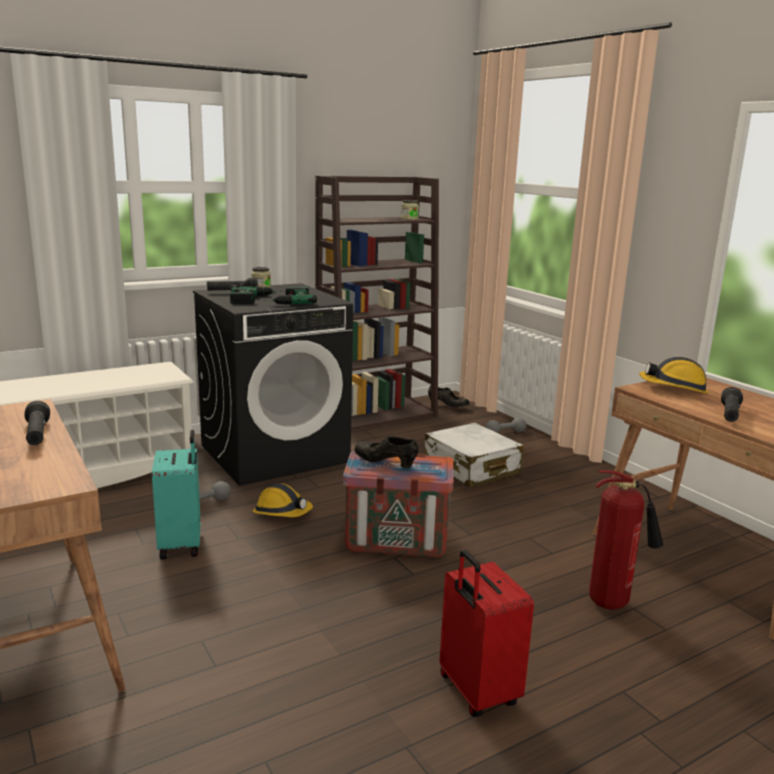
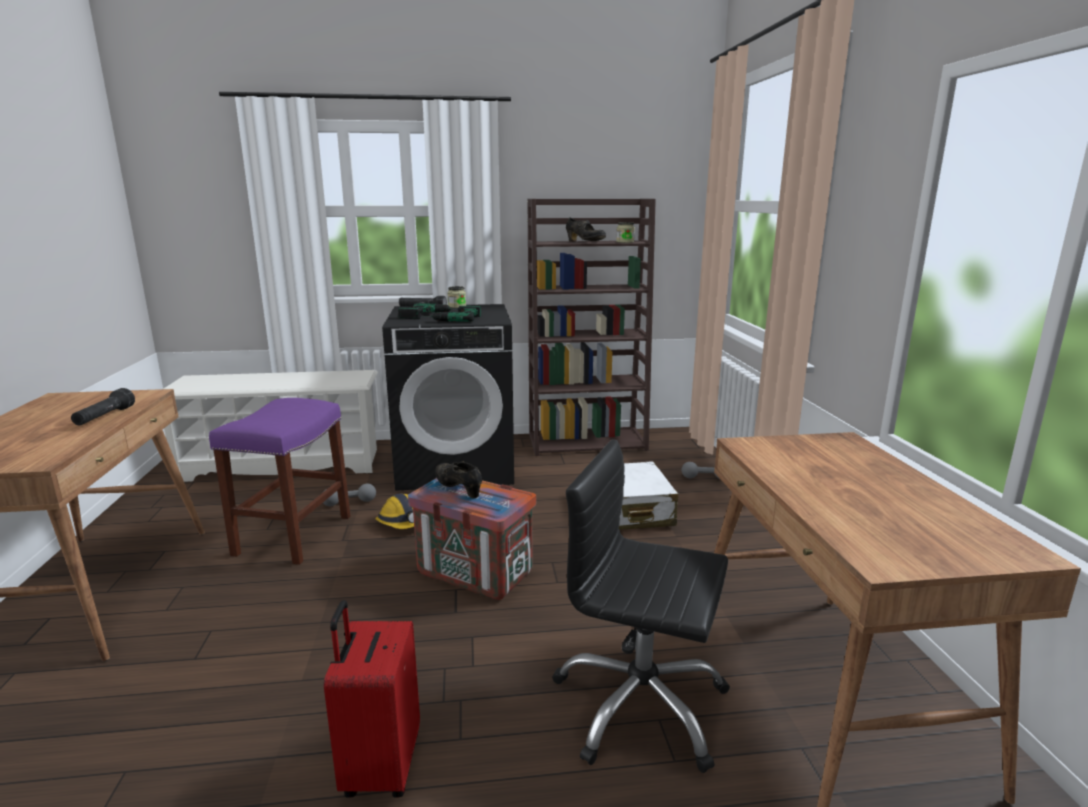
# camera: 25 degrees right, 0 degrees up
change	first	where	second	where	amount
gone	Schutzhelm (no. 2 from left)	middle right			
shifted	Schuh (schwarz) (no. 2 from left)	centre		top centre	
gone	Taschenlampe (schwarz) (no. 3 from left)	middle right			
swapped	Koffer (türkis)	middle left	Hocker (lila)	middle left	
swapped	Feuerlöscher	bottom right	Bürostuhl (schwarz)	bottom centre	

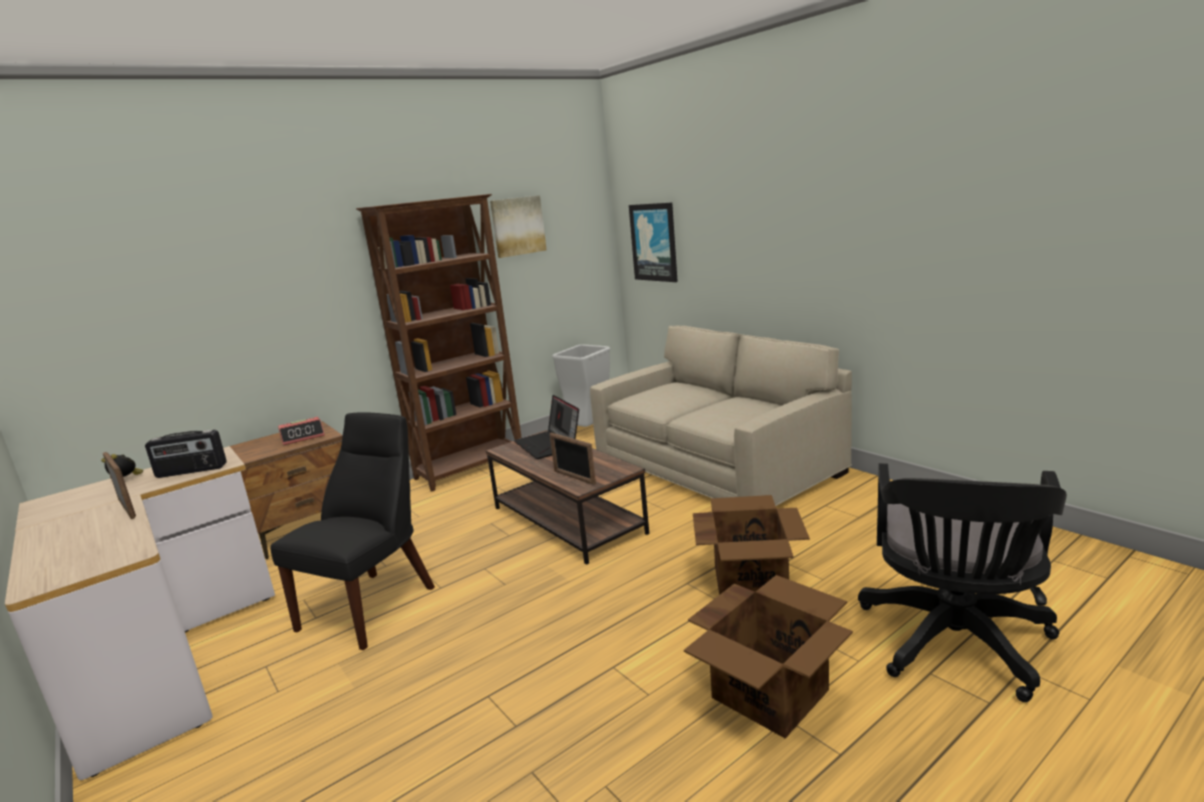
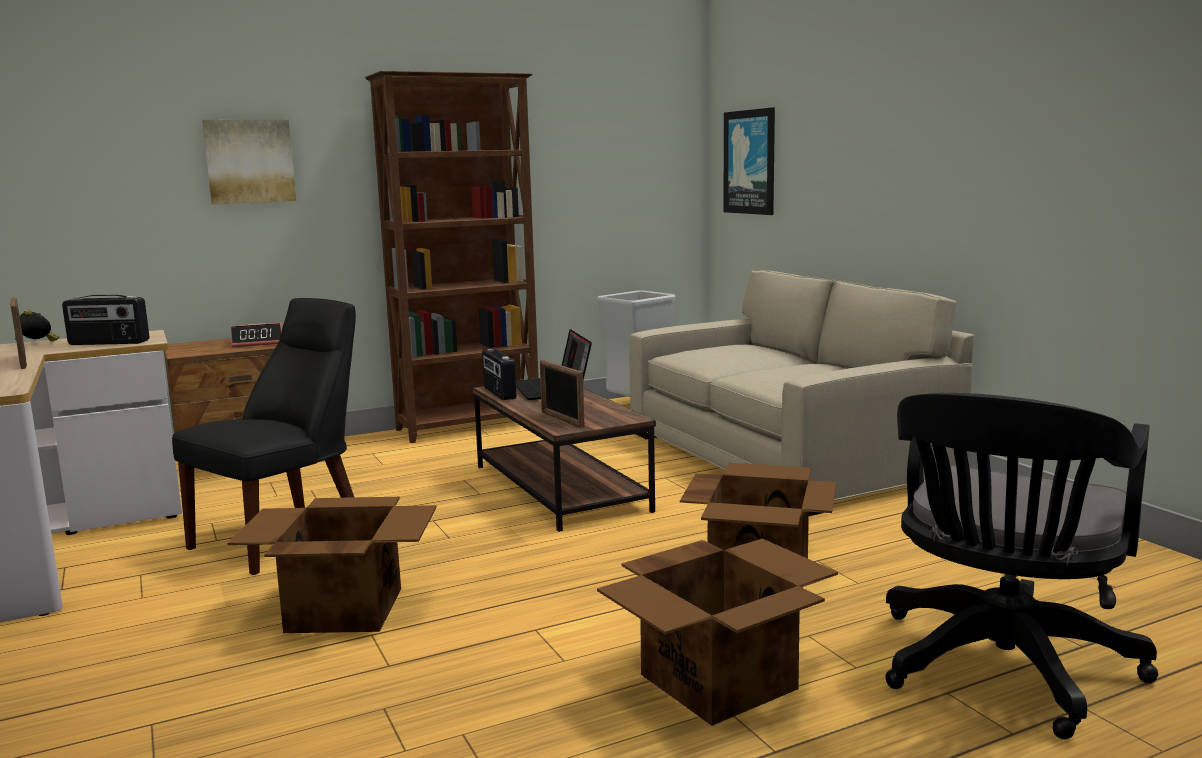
# camera: 10 degrees right, 5 degrees down
change	first	where	second	where	amount
shifted	Bild (no. 1 from left)	top centre		top left	
new			Radio (no. 2 from left)	centre	
new			Karton (no. 1 from left)	bottom left	

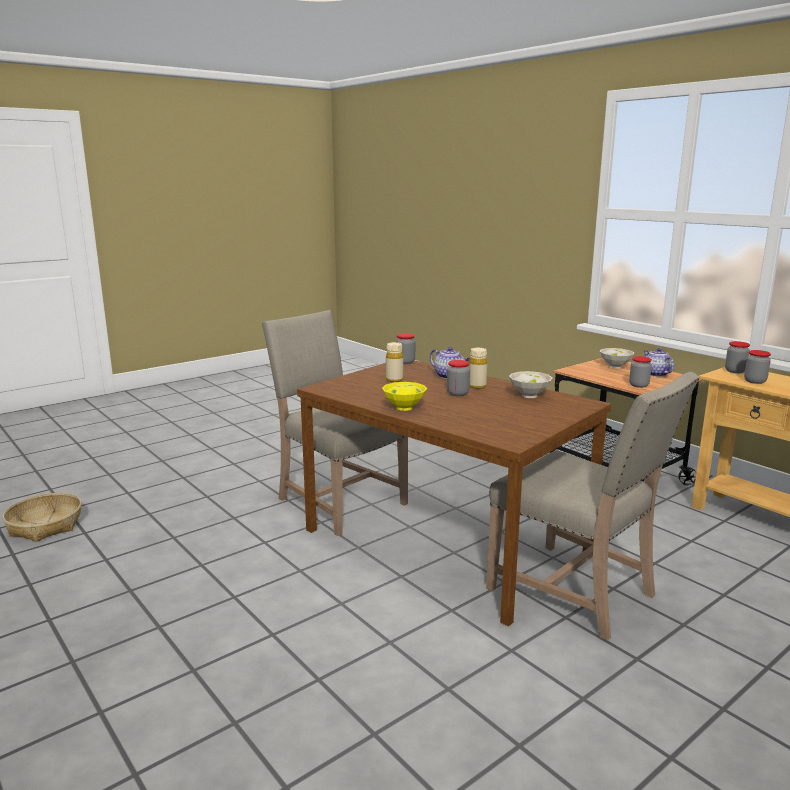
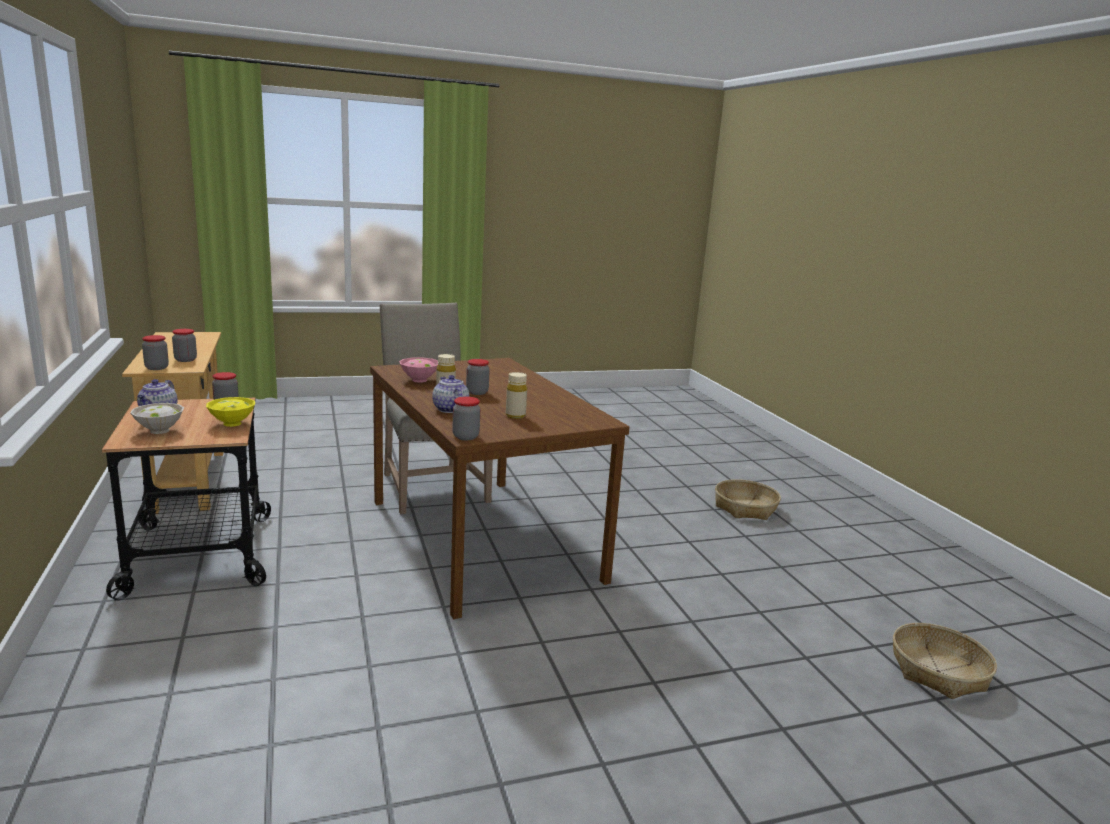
# camera: 160 degrees left, 0 degrees up
change	first	where	second	where	amount
gone	Stuhl (beige) (no. 1 from left)	centre			
repainted	Schüssel (weiß) (no. 1 from left)	middle right	Schüssel (rosa)	centre	
shifted	Schüssel (gelb)	centre		middle left	
new			Korb (no. 1 from left)	middle right	

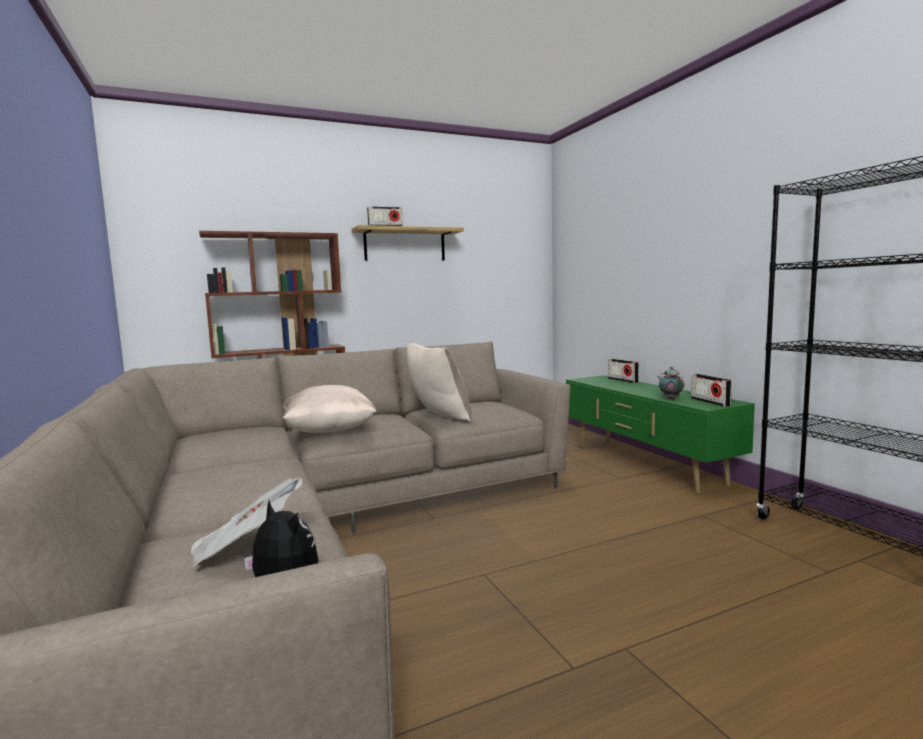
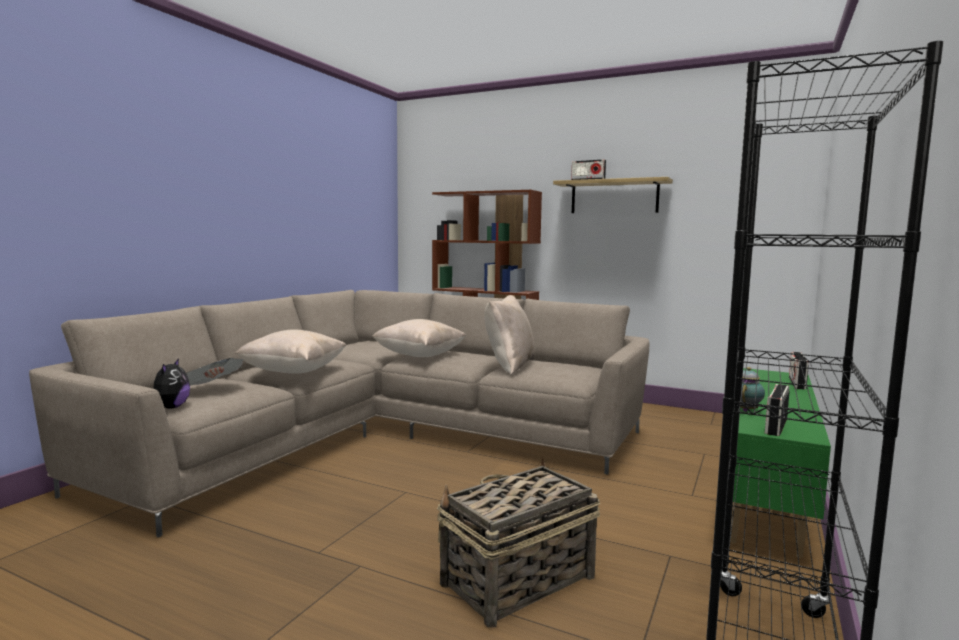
# camera: 50 degrees right, 0 degrees up
change	first	where	second	where	amount
new			Kissen (beige) (no. 1 from left)	middle left	
new			Korb	bottom centre	

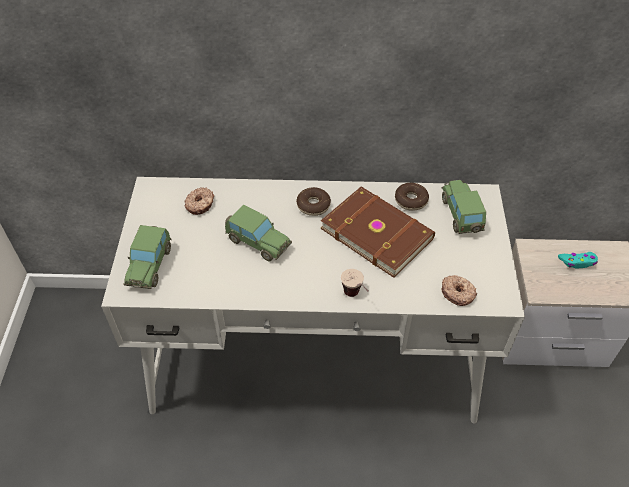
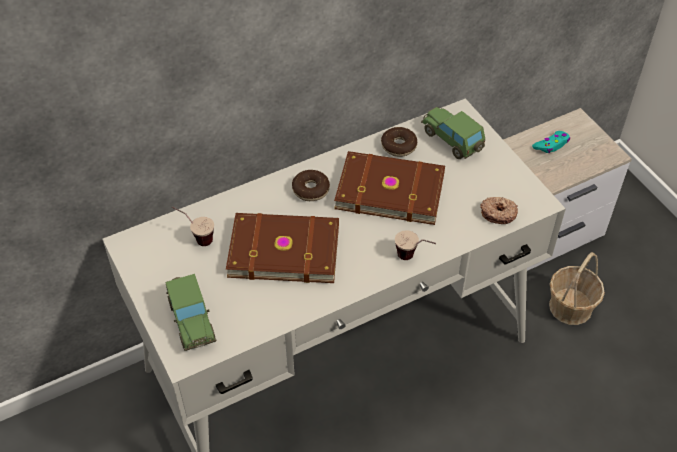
# camera: 30 degrees left, 0 degrees up
change	first	where	second	where	amount
swapped	Donut (no. 1 from left)	middle left	Tasse (no. 1 from left)	middle left	
swapped	Spielzeugauto (no. 2 from left)	centre	Buch (braun) (no. 1 from left)	centre	
new			Korb	middle right	

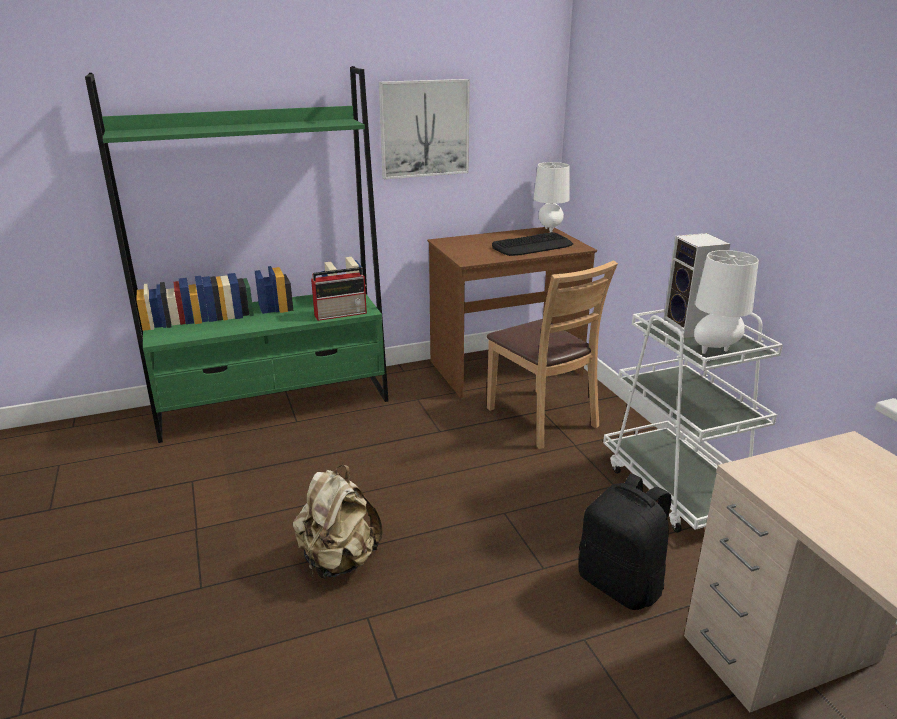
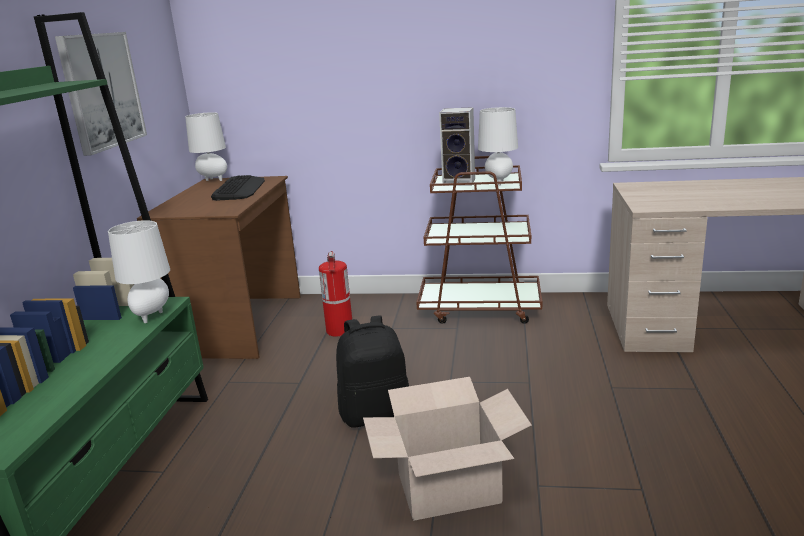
# camera: 60 degrees left, 5 degrees down
change	first	where	second	where	amount
swapped	Stuhl (braun)	centre	Feuerlöscher	centre	
swapped	Radio	centre	Tischlampe (weiß) (no. 1 from left)	middle left	
repainted	Rollwagen (weiß)	middle right	Rollwagen (braun)	centre	
swapped	Rucksack (beige)	bottom centre	Karton	bottom centre	
shifted	Rucksack (schwarz)	bottom right		bottom centre	

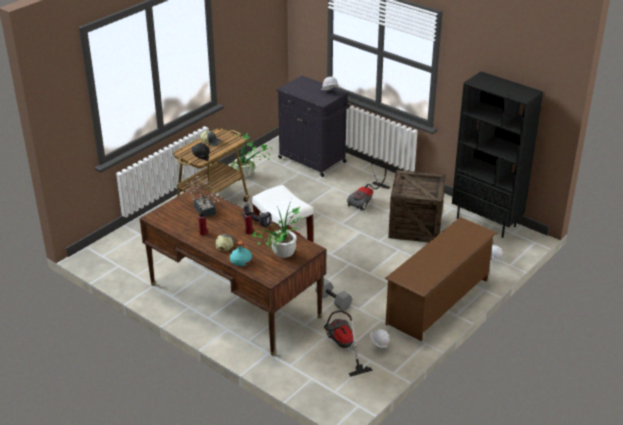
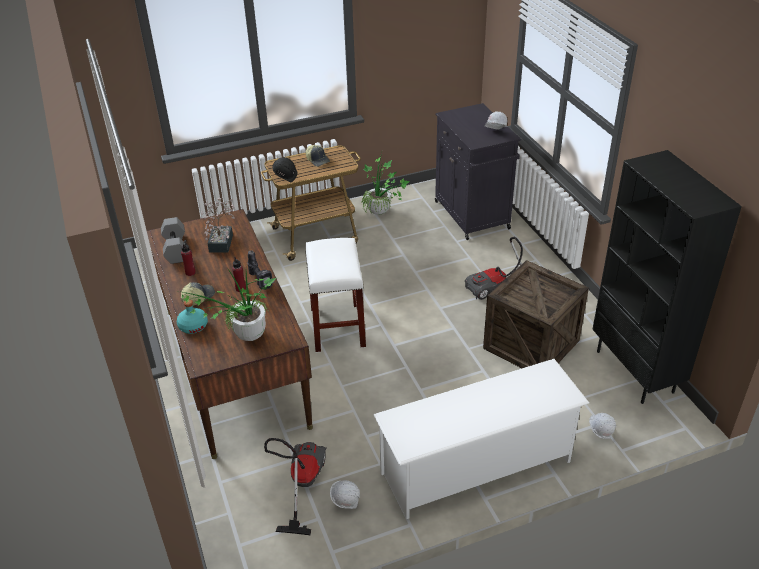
# camera: 30 degrees right, 5 degrees up
change	first	where	second	where	amount
repainted	Schuhregal (braun)	middle right	Schuhregal (weiß)	bottom centre	
shifted	Hantel (grau)	bottom centre		middle left	

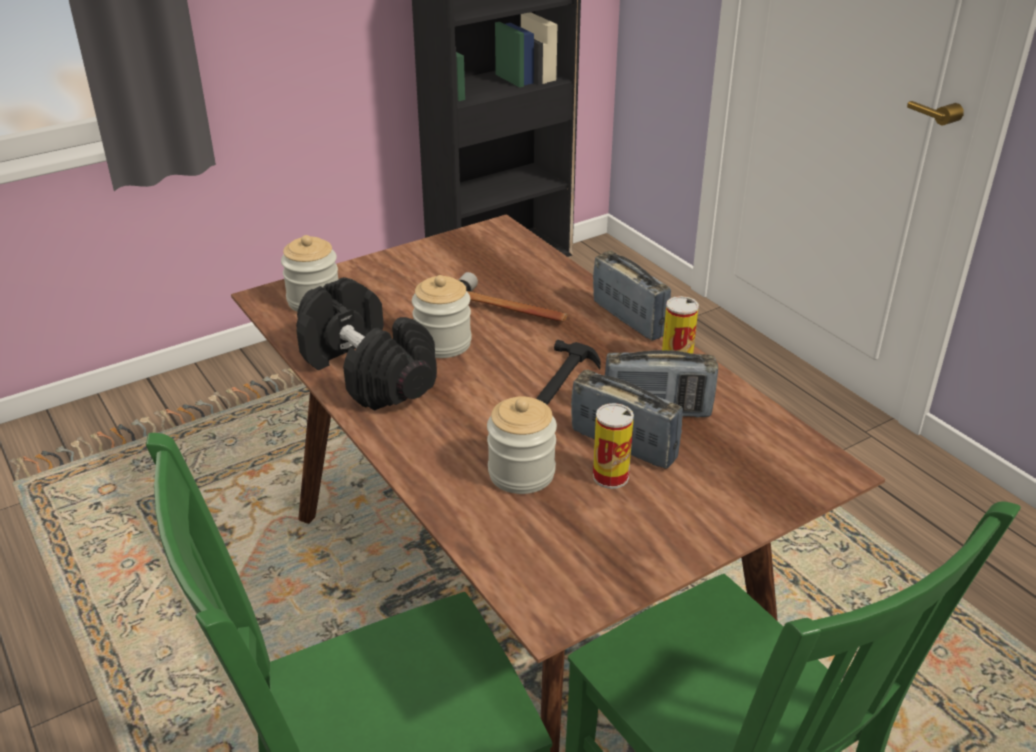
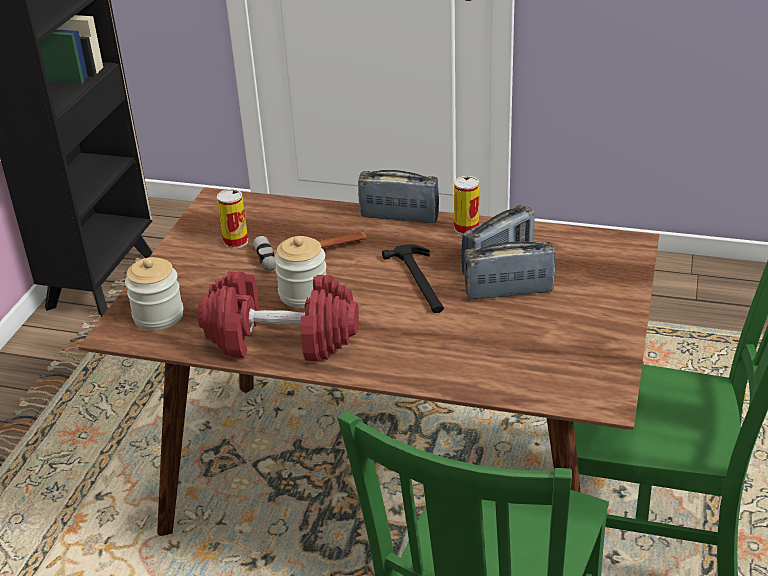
# camera: 40 degrees left, 0 degrees up
change	first	where	second	where	amount
repainted	Hantel (schwarz)	centre	Hantel (rot)	centre	
gone	Vorratsglas (no. 3 from left)	centre			
shifted	Dose (no. 1 from left)	centre		middle left	

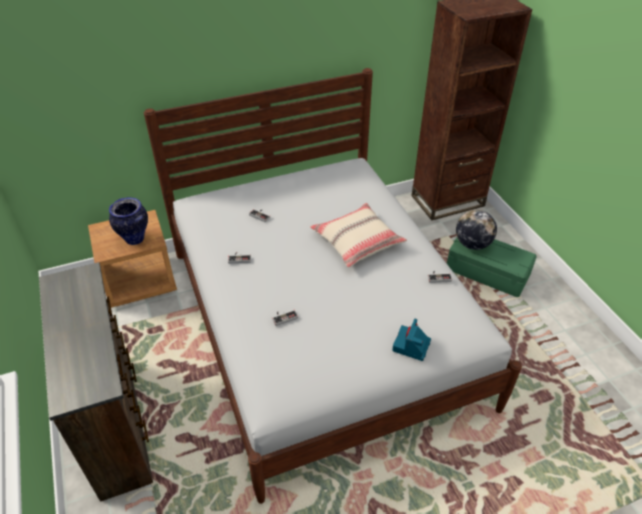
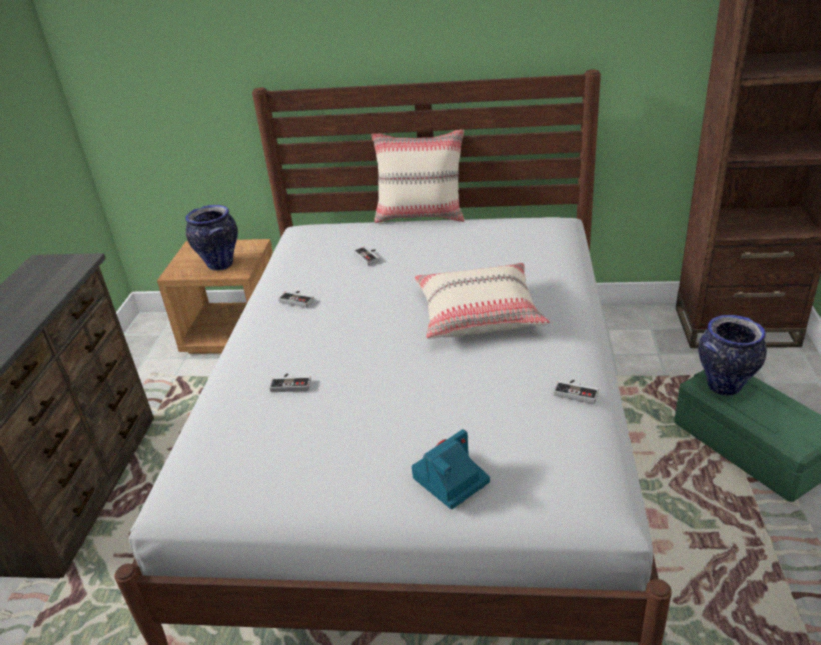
# camera: 30 degrees right, 10 degrees down
change	first	where	second	where	amount
swapped	Globus	middle right	Vase (no. 2 from left)	middle right	
new			Kissen (beige) (no. 1 from left)	top centre	

